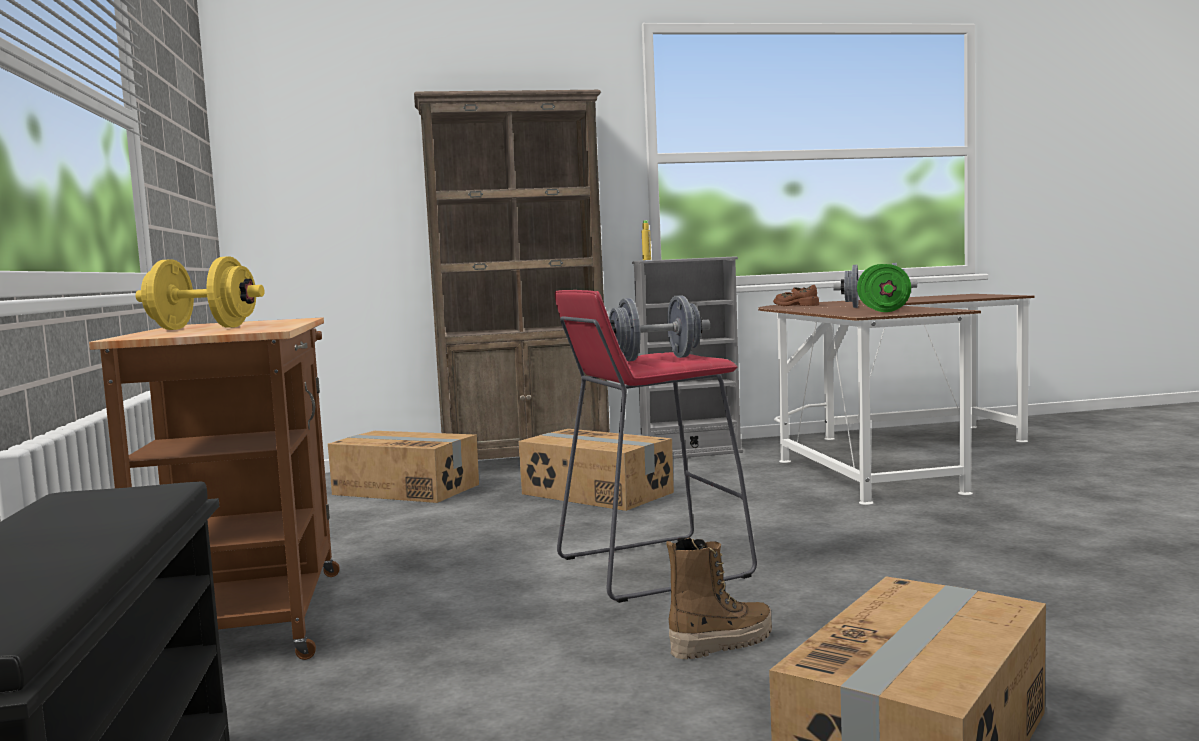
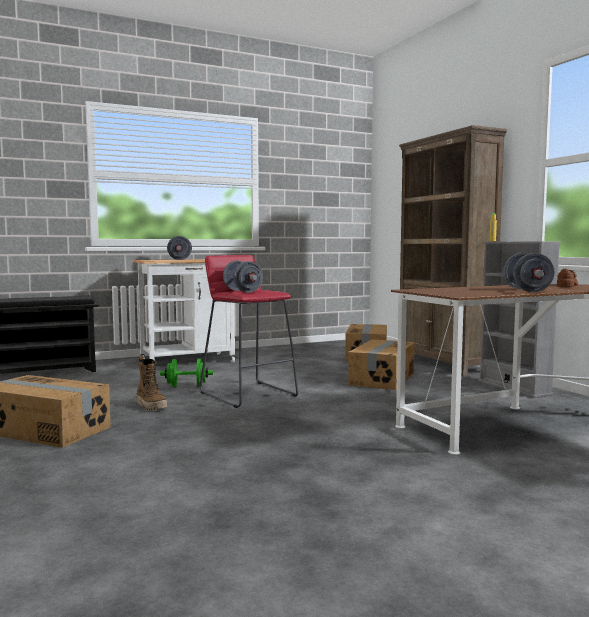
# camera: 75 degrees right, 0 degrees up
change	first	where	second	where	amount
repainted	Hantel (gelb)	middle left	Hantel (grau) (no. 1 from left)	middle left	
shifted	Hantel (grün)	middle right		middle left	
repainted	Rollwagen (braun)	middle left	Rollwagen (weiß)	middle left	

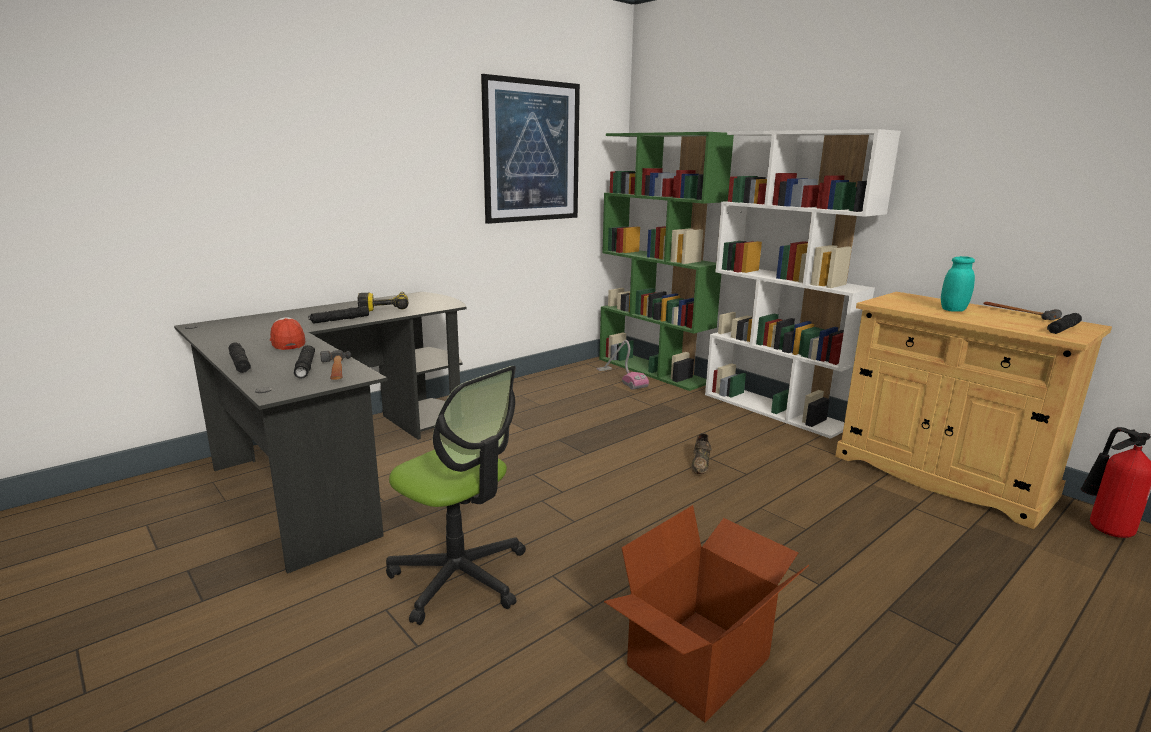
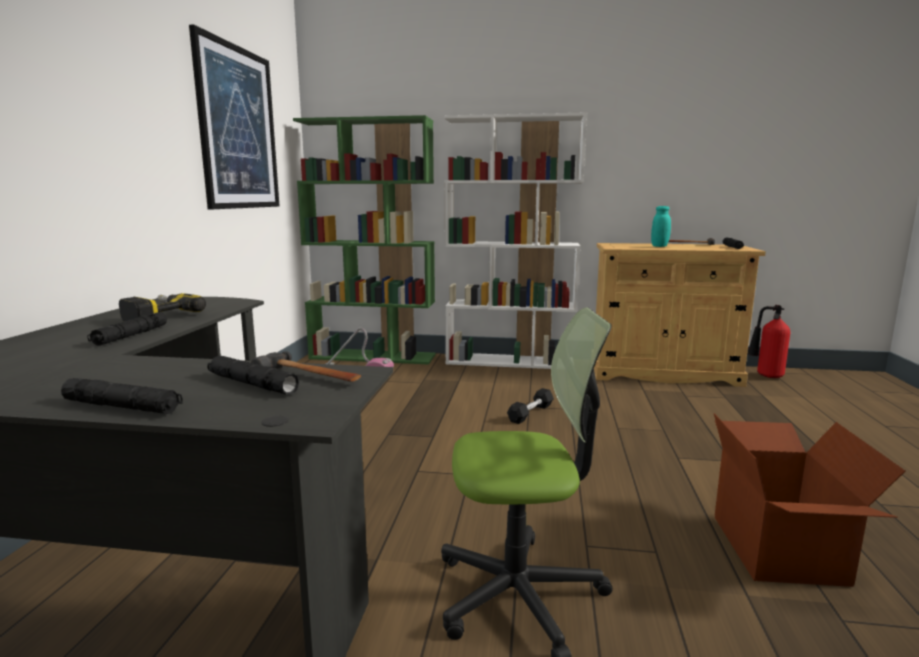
# camera: 40 degrees left, 5 degrees down
change	first	where	second	where	amount
gone	Kappe	middle left			
swapped	Schuh (braun)	centre	Hantel (schwarz)	centre	

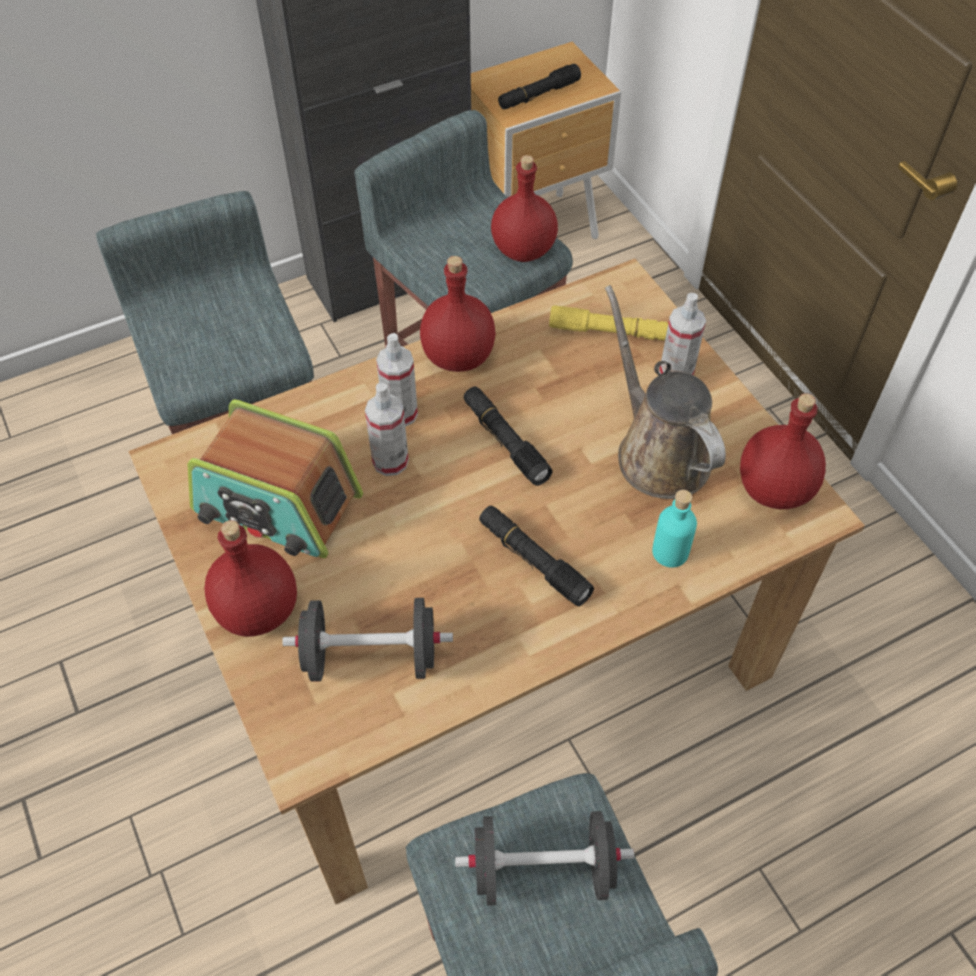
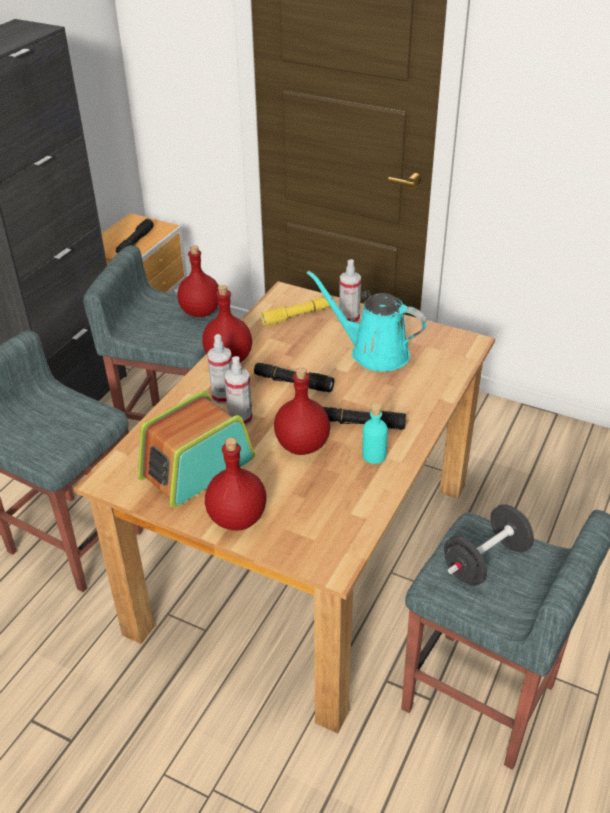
# camera: 35 degrees left, 15 degrees down
change	first	where	second	where	amount
repainted	Gießkanne (braun)	middle right	Gießkanne (türkis)	centre	
shifted	Flasche (rot) (no. 4 from left)	middle right		centre	
rotated	Radio	middle left		middle left	150 degrees clockwise
shifted	Flasche (türkis)	middle right		centre	
gone	Hantel (schwarz) (no. 1 from left)	centre			

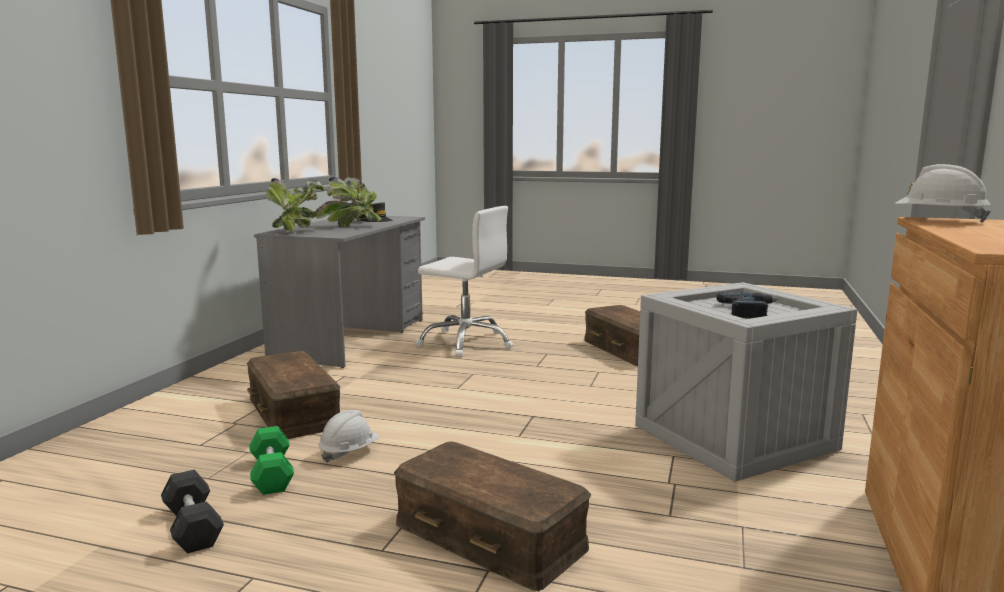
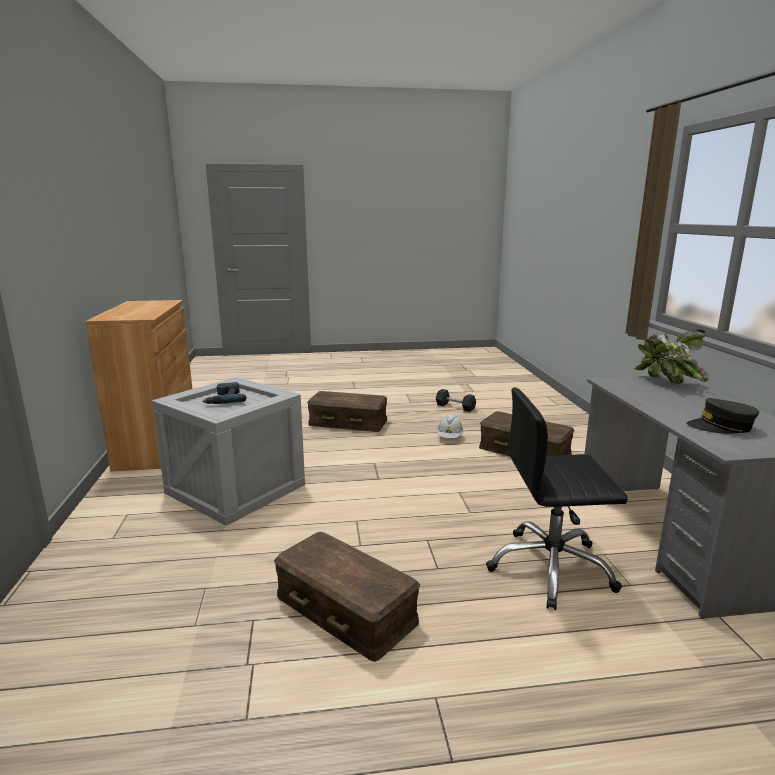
# camera: 155 degrees right, 5 degrees up
change	first	where	second	where	amount
gone	Schutzhelm (weiß) (no. 2 from left)	top right			
gone	Topfpflanze (no. 2 from left)	centre			
repainted	Bürostuhl (weiß)	centre	Bürostuhl (schwarz)	middle right	
gone	Hantel (grün)	bottom left			

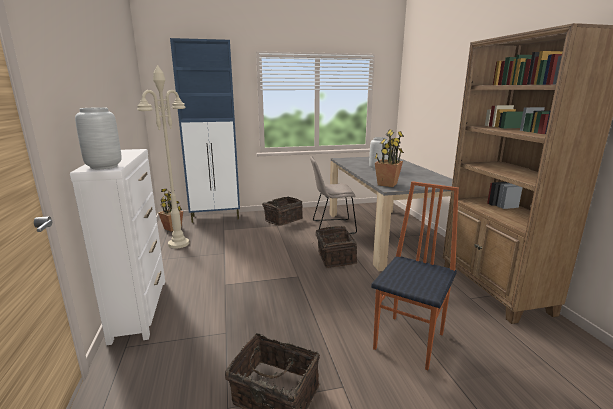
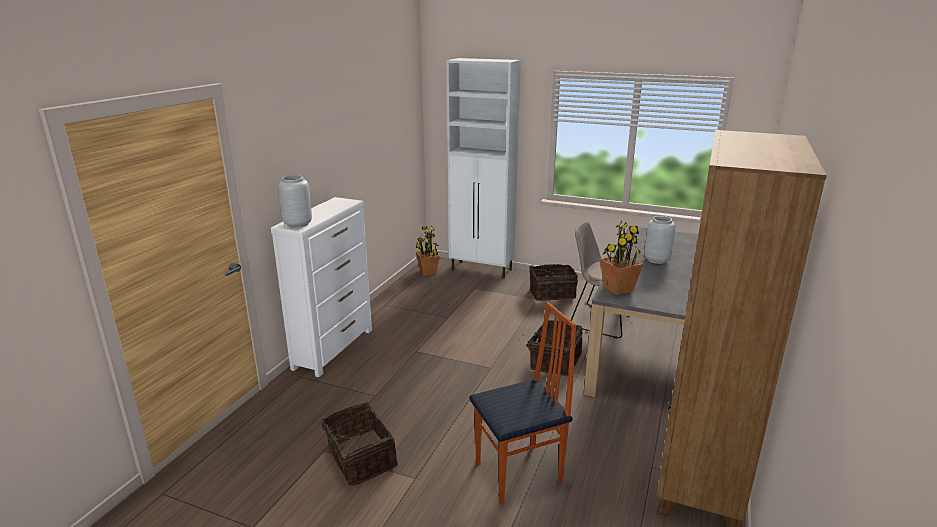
# camera: 35 degrees right, 5 degrees up
change	first	where	second	where	amount
repainted	Schrank (blau)	top centre	Schrank (weiß)	top centre	
gone	Stehlampe (beige)	middle left			

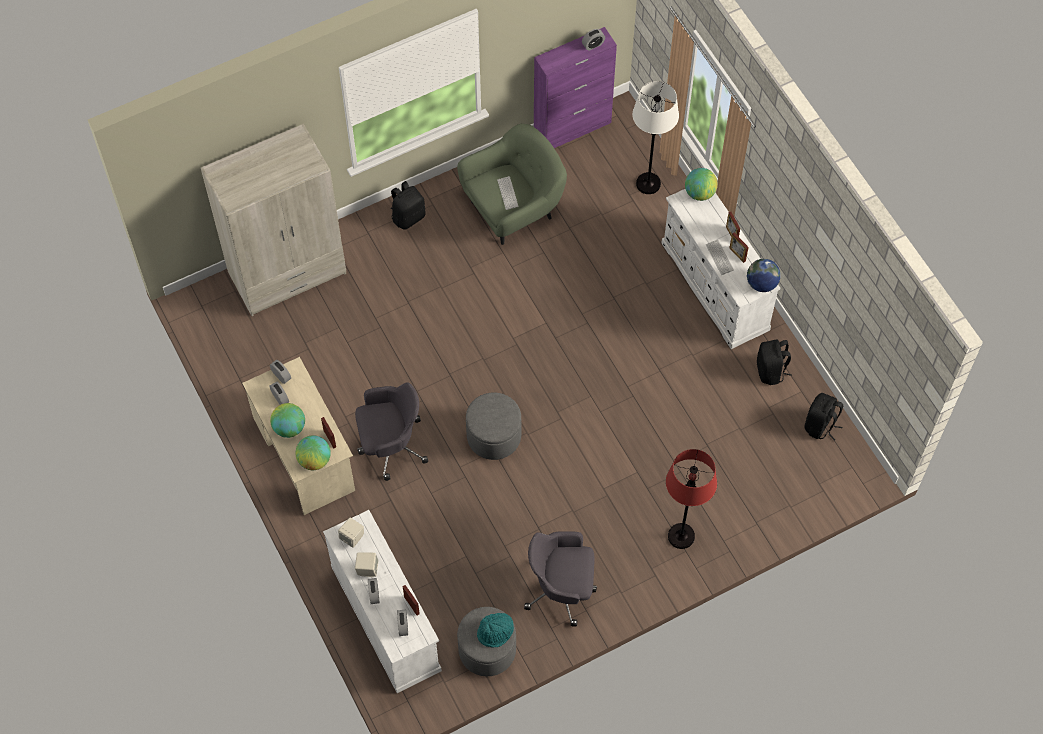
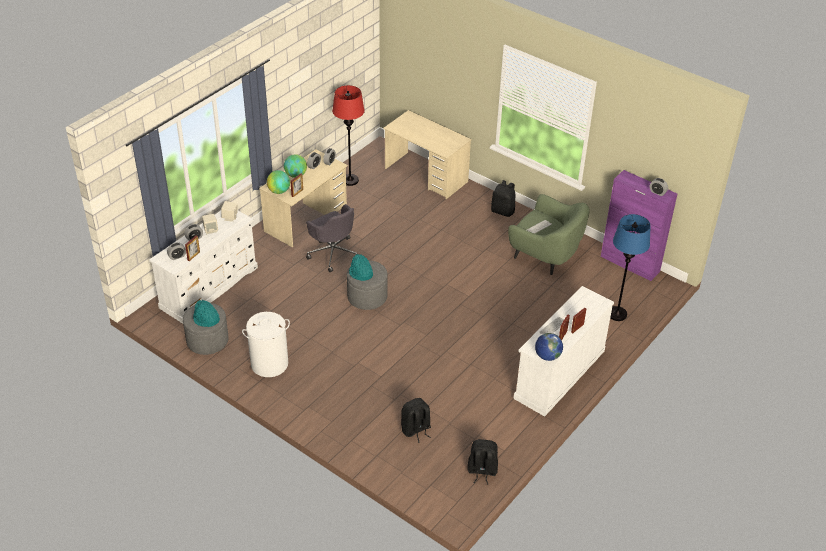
# camera: 65 degrees right, 20 degrees down
change	first	where	second	where	amount
repainted	Stehlampe (weiß)	top centre	Stehlampe (blau)	middle right	
swapped	Kleiderschrank (beige)	top left	Schreibtisch (beige) (no. 2 from left)	top centre	
gone	Globus (no. 3 from left)	top right			
shifted	Rucksack (schwarz) (no. 2 from left in the first image)	middle right	Rucksack (schwarz) (no. 1 from left)	bottom centre	
shifted	Stehlampe (rot)	bottom centre		top centre	
swapped	Bürostuhl (grau) (no. 2 from left)	bottom centre	Wäschekorb (weiß)	middle left	
new			Hut (türkis) (no. 2 from left)	centre	

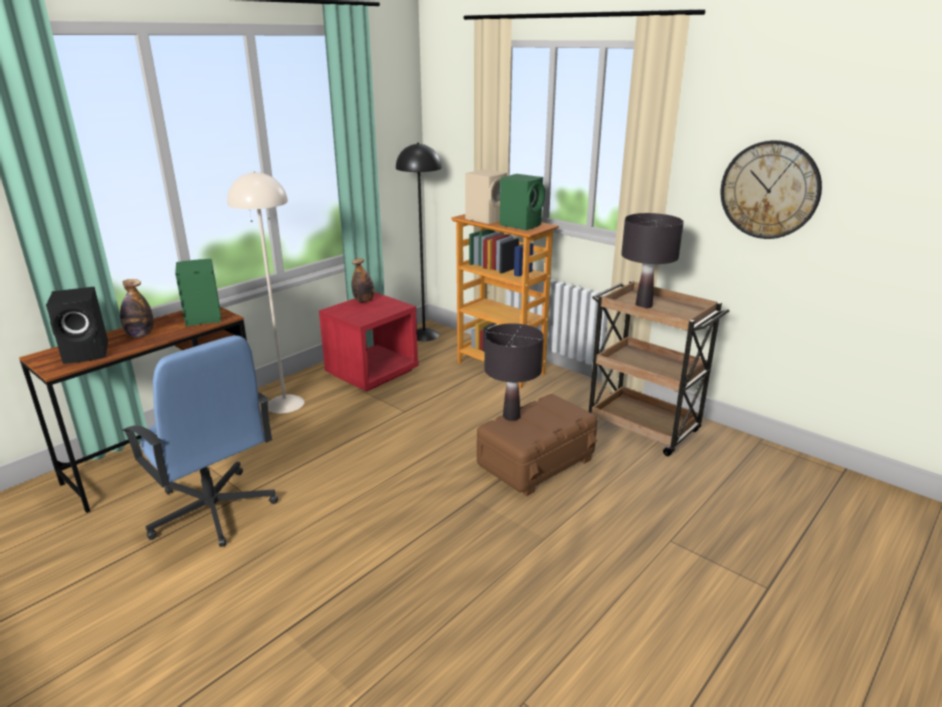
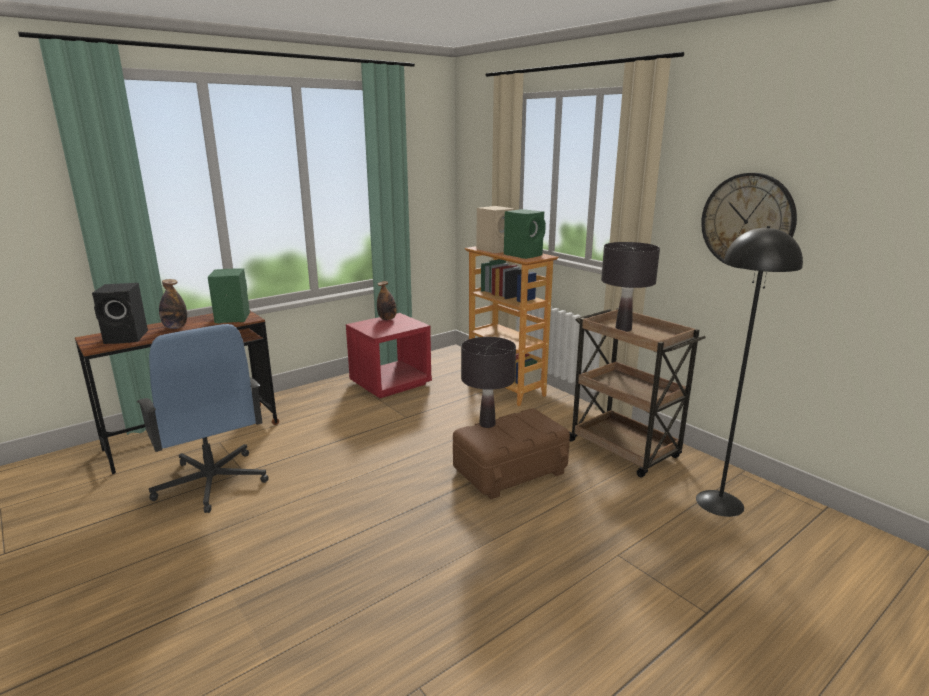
# camera: 10 degrees right, 5 degrees down
change	first	where	second	where	amount
shifted	Stehlampe (schwarz)	centre		middle right	
gone	Stehlampe (beige)	middle left			

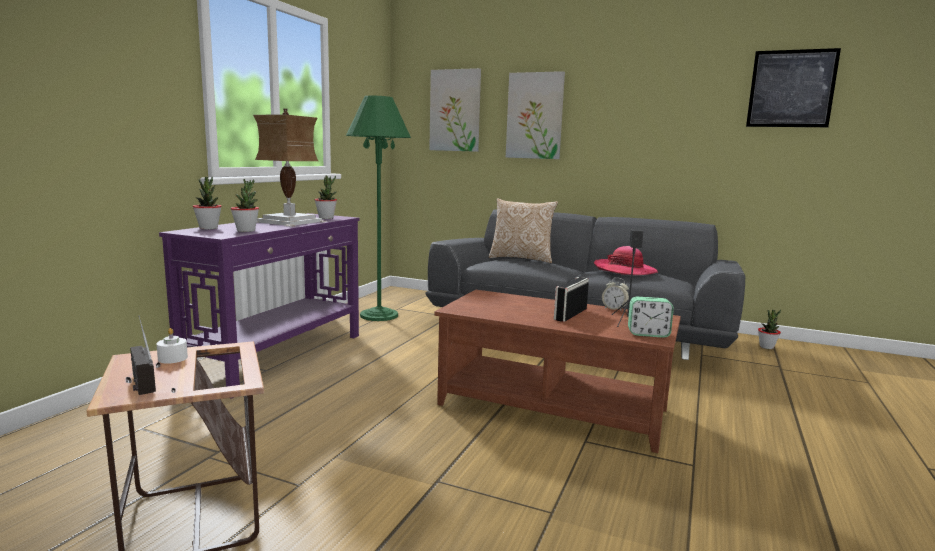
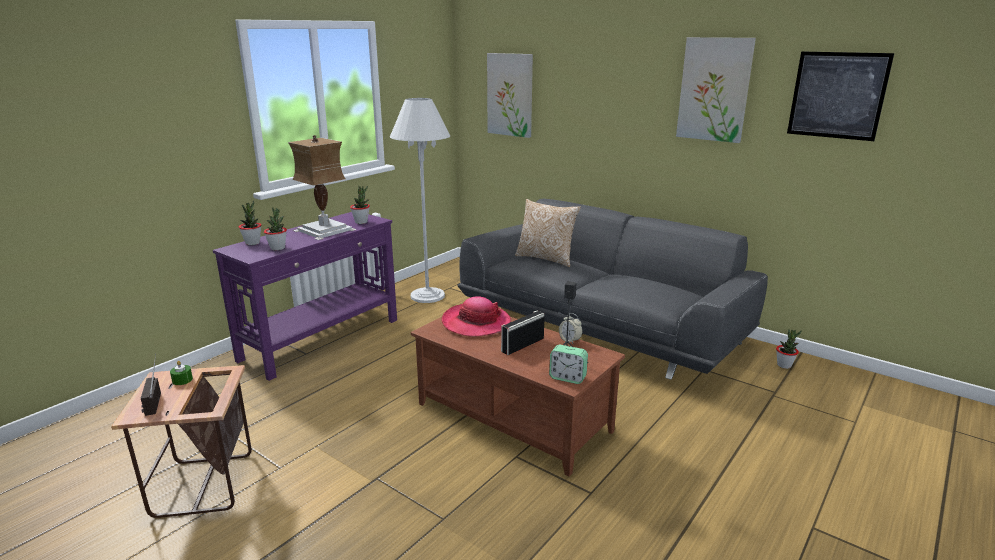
# camera: 15 degrees right, 10 degrees up
change	first	where	second	where	amount
shifted	Bild (no. 2 from left)	top centre		top right	
repainted	Stehlampe (grün)	centre	Stehlampe (weiß)	centre	
shifted	Hut	middle right		centre	
repainted	Kerze (weiß)	middle left	Kerze (grün)	middle left	

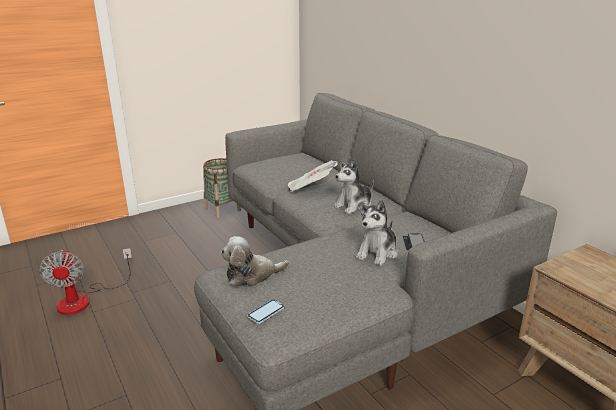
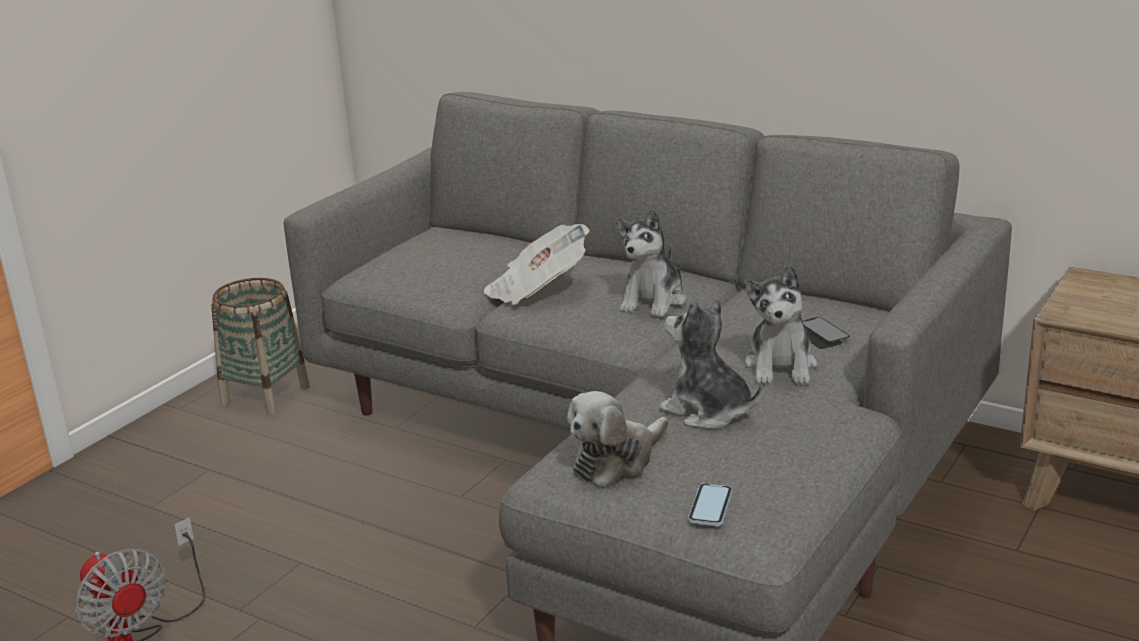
# camera: 25 degrees left, 0 degrees up
change	first	where	second	where	amount
new			Plüschtier (no. 3 from left)	centre	

